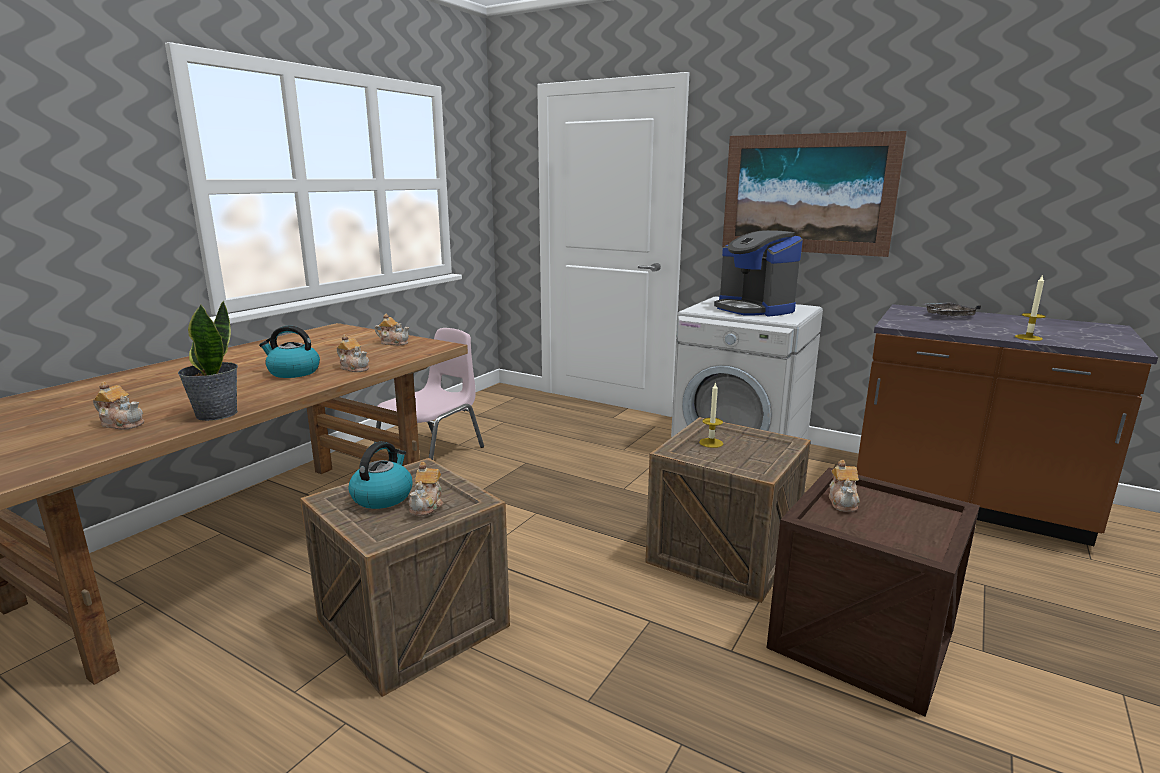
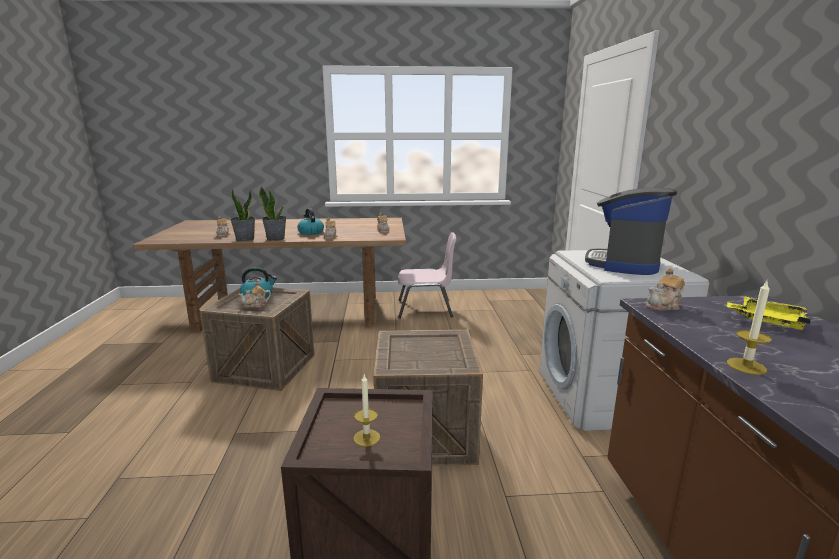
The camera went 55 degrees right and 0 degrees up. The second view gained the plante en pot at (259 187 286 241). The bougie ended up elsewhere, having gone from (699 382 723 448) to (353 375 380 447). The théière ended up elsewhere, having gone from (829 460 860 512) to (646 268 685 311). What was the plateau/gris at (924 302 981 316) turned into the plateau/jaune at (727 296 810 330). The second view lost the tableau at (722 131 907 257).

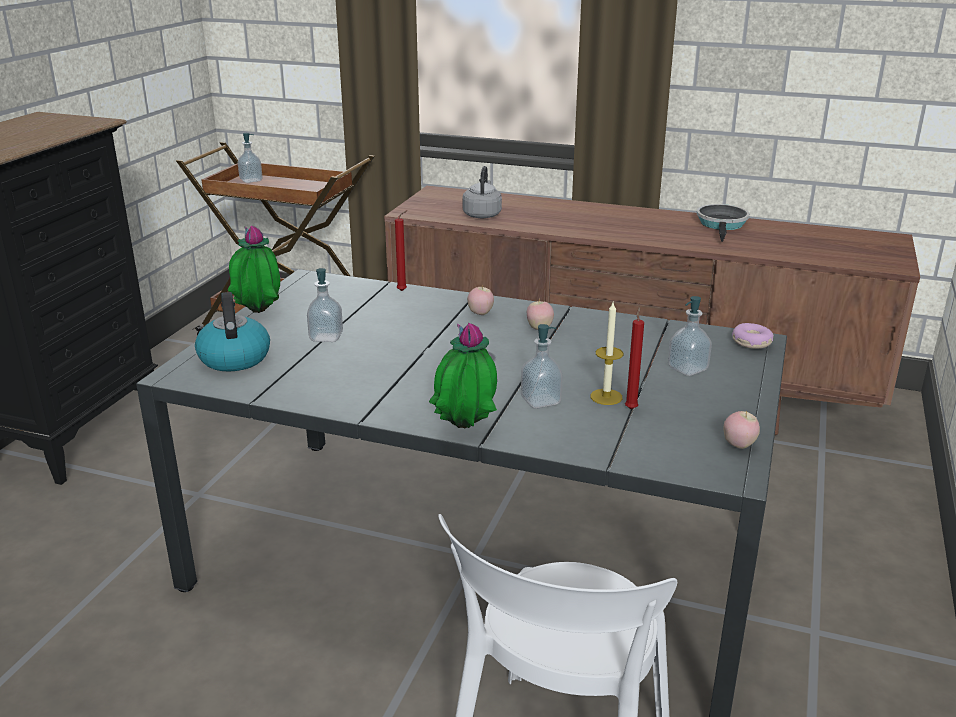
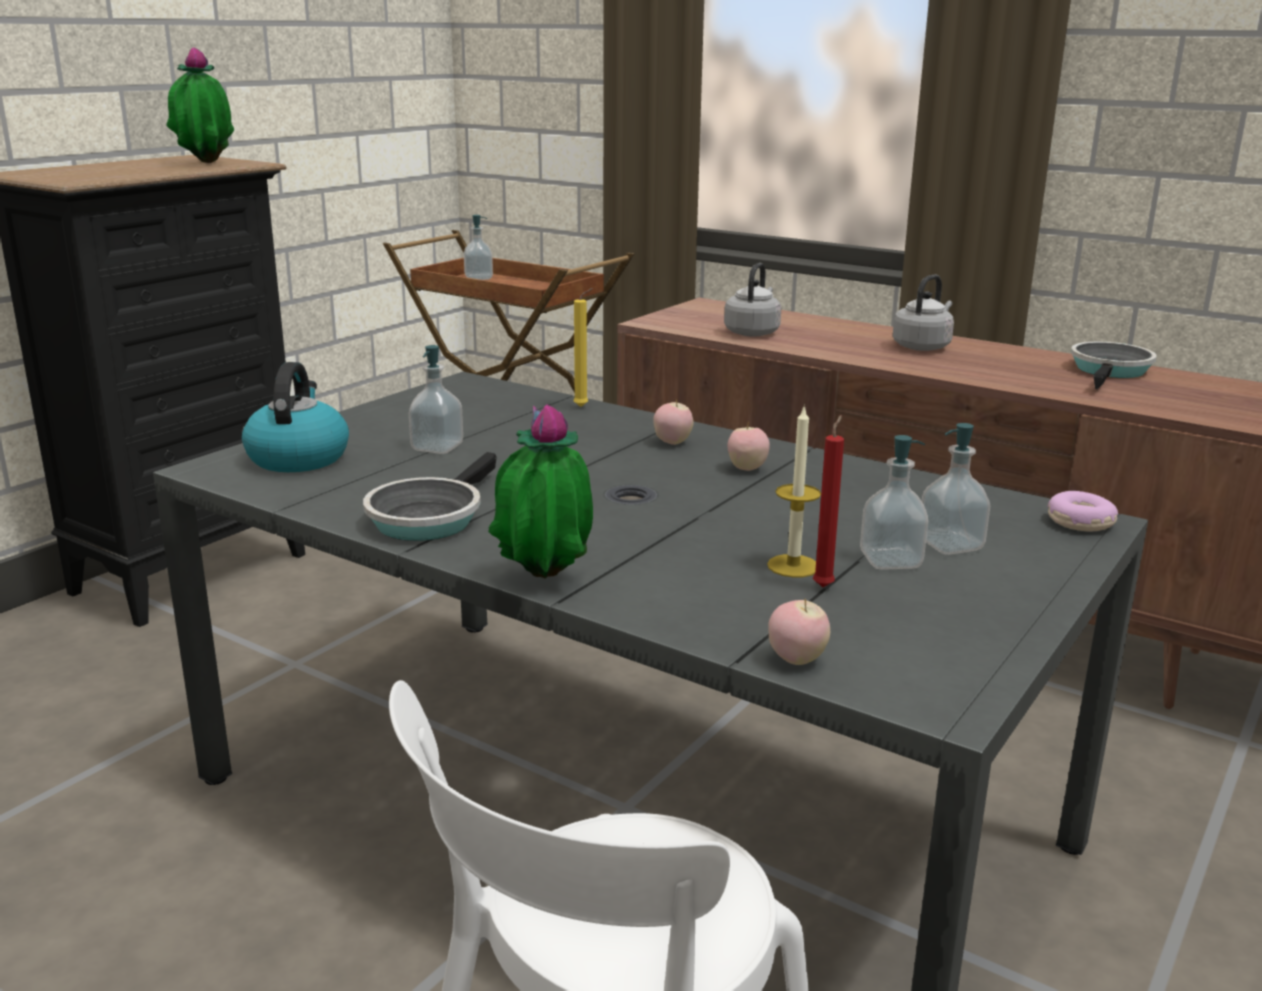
The camera went 15 degrees right and 5 degrees down. The plante en pot ended up elsewhere, having gone from (228 225 280 313) to (166 48 234 163). The second view gained the poêle at (363 452 497 541). What was the bougie/rouge at (395 210 407 291) turned into the bougie/jaune at (573 288 593 407). The pomme ended up elsewhere, having gone from (724 411 760 449) to (768 599 830 665). The distributeur de savon ended up elsewhere, having gone from (521 324 563 409) to (860 435 928 570). The second view gained the bouilloire/gris at (893 275 954 351).

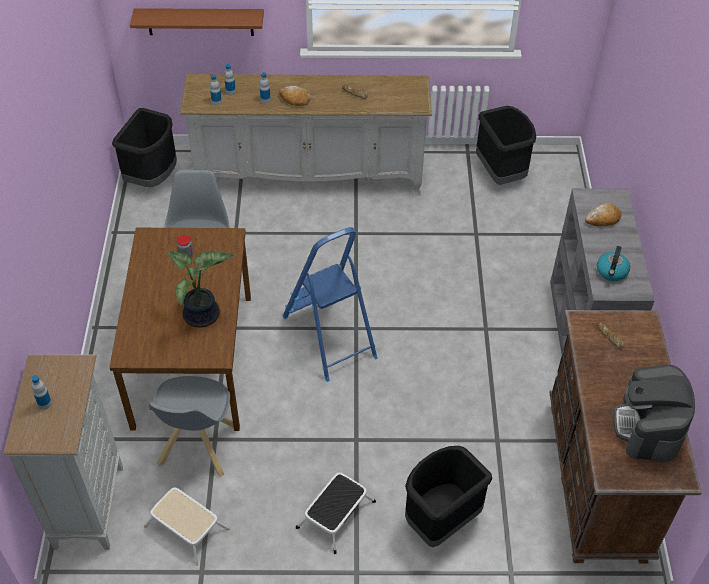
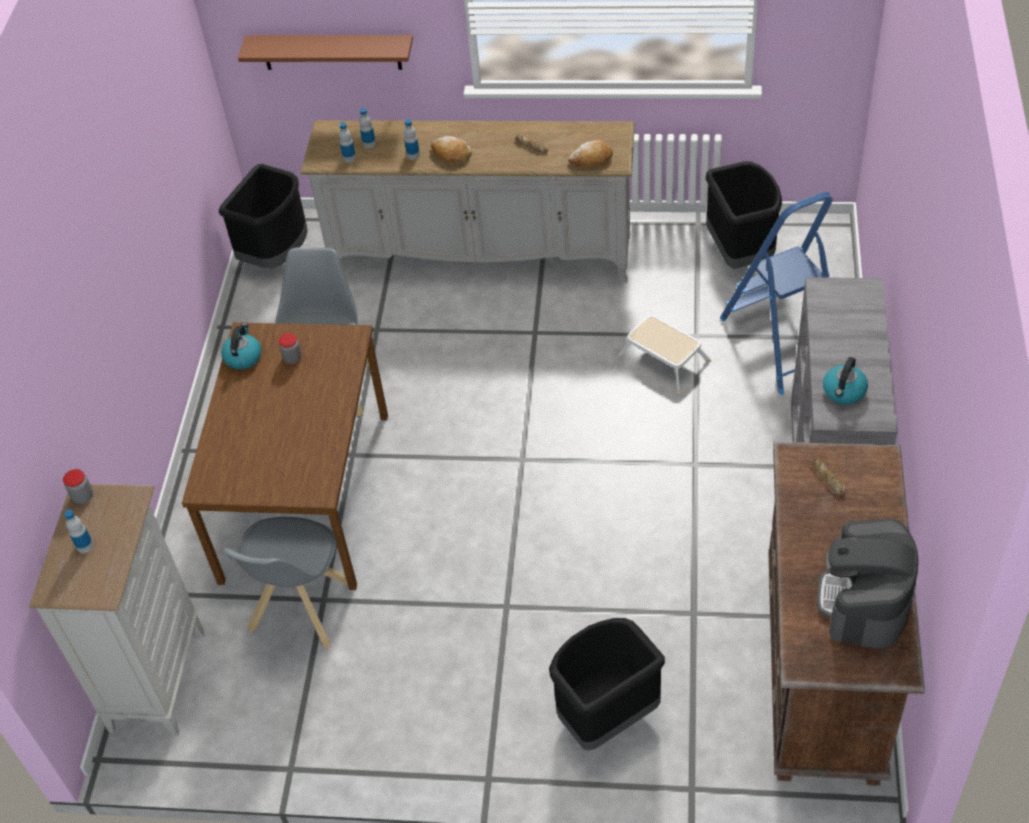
The camera went 10 degrees right and 0 degrees up. The second view gained the bocal at (63 469 93 504). The second view gained the bouilloire at (221 324 261 369). The pain ended up elsewhere, having gone from (585 203 622 227) to (568 140 613 167). The escabeau/beige ended up elsewhere, having gone from (144 487 230 566) to (616 315 711 394). The escabeau/bleu ended up elsewhere, having gone from (283 227 378 382) to (720 192 833 395). The second view lost the plante en pot at (167 250 236 328). The second view lost the escabeau/noir at (296 473 376 554).

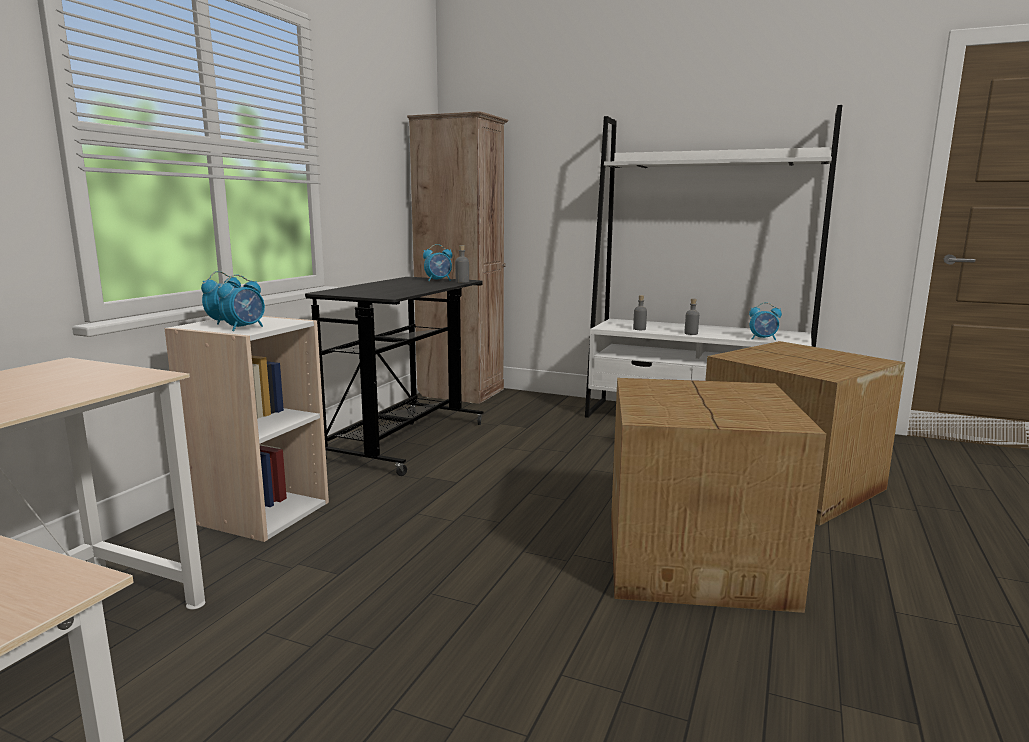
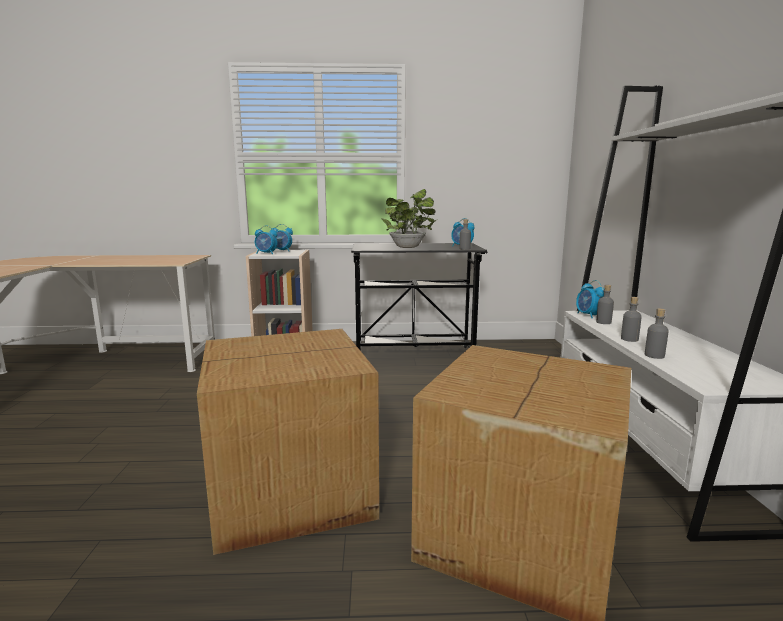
The camera went 65 degrees right and 0 degrees up. The second view gained the plante en pot at (381 189 438 248). The réveil ended up elsewhere, having gone from (749 302 782 340) to (576 280 605 318). The second view gained the bouteille/gris at (645 309 669 359). The second view lost the meuble de rangement/marron at (407 112 509 404).

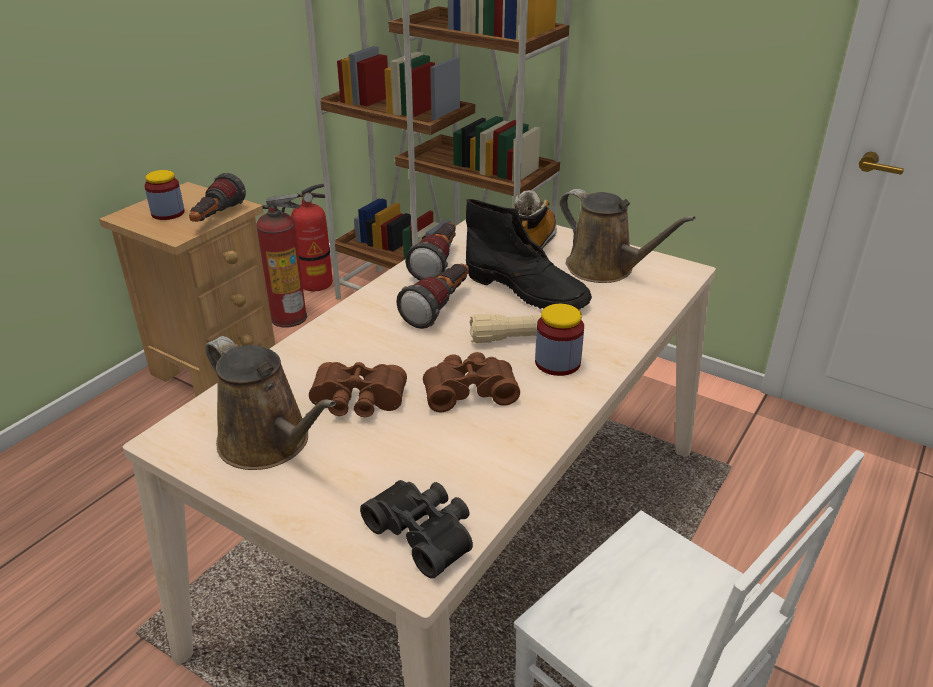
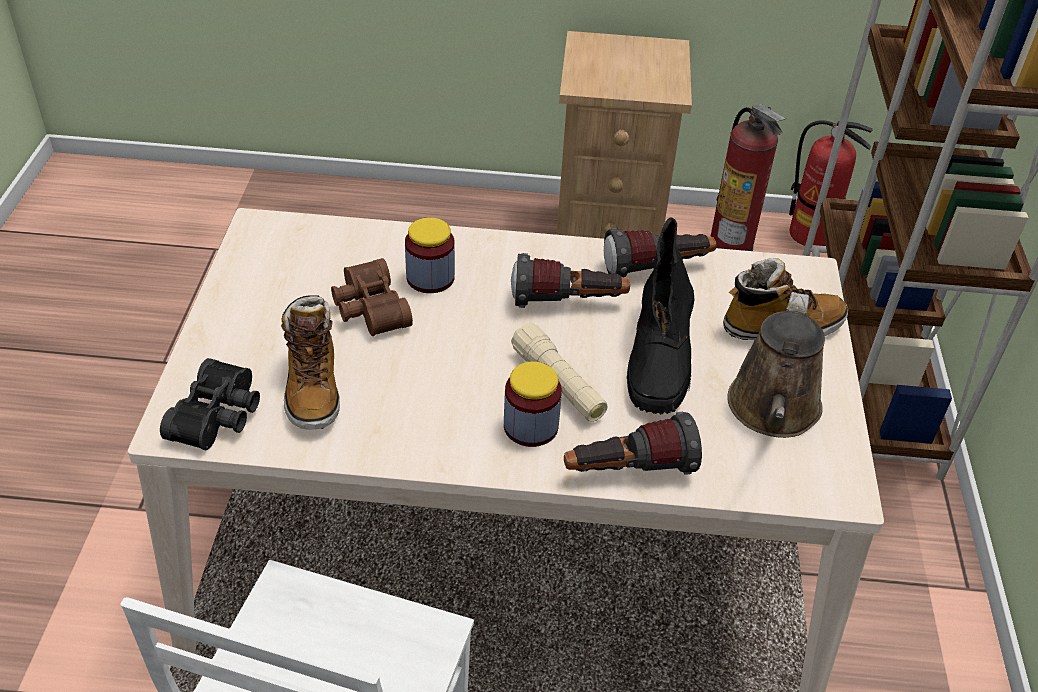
The camera went 60 degrees right and 10 degrees up. The second view gained the botte at (281 295 340 430). The bocal ended up elsewhere, having gone from (144 170 185 220) to (405 217 455 293). The lampe de poche ended up elsewhere, having gone from (189 173 246 222) to (564 412 702 475). The second view lost the arrosoir/marron at (205 336 336 470). The second view lost the jumelles/marron at (423 352 520 412).

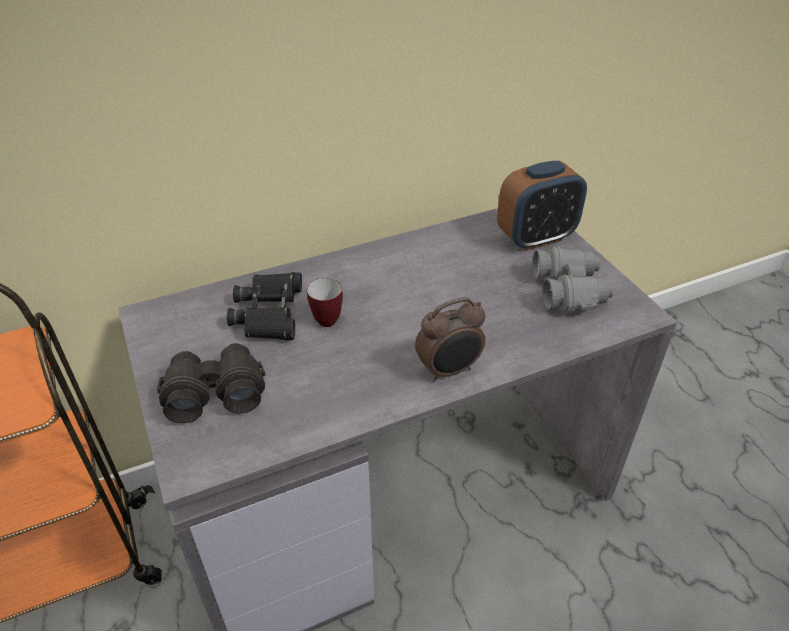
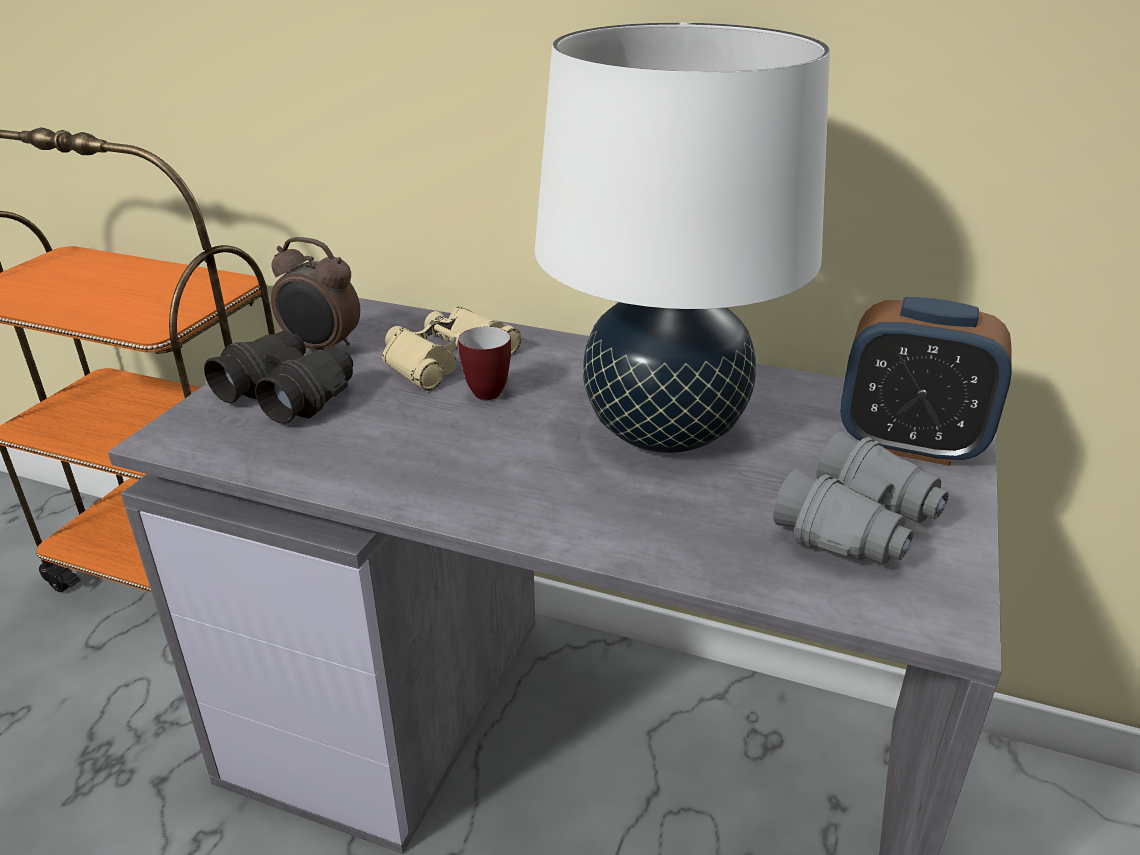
The camera went 45 degrees right and 10 degrees down. The réveil ended up elsewhere, having gone from (415 297 485 382) to (271 237 360 350). What was the jumelles/noir at (227 272 302 340) turned into the jumelles/beige at (382 306 521 391). The second view gained the lampe de table/blanc at (535 23 830 453).

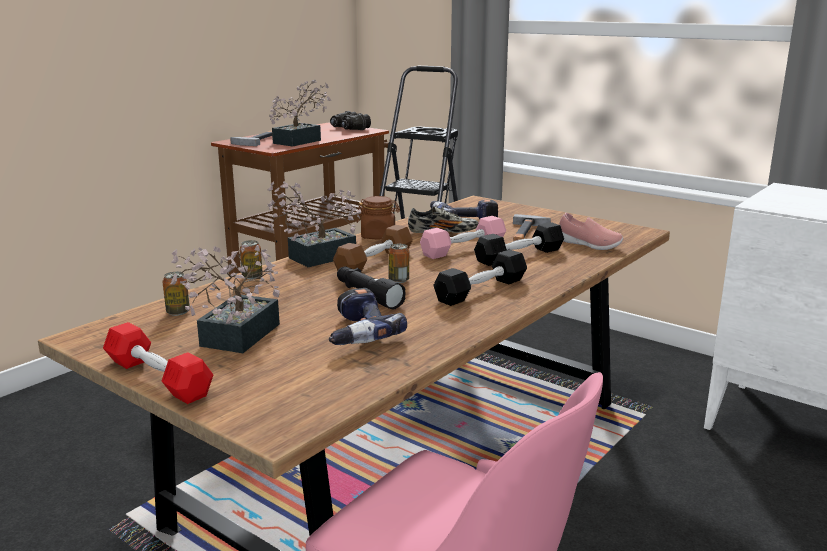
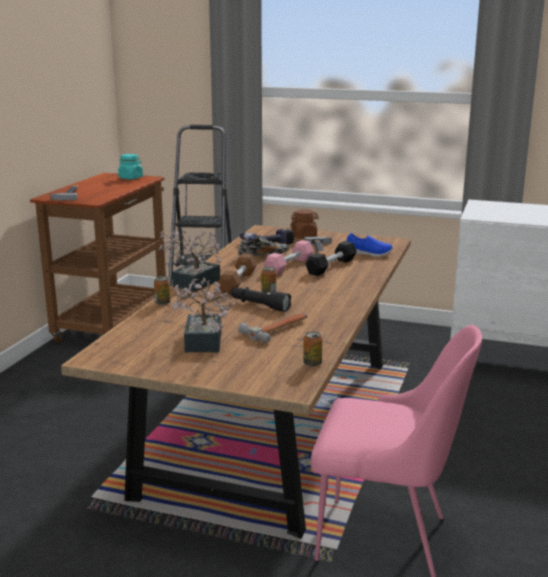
The camera went 20 degrees left and 0 degrees up. Where the jumelles/noir stood at (330 111 371 130), the bocal/turquoise came to stand at (118 154 143 179). Where the perceuse stood at (329 288 407 345), the marteau came to stand at (238 313 308 343). The bocal/marron ended up elsewhere, having gone from (357 196 400 239) to (290 209 319 239). The boîte métallique ended up elsewhere, having gone from (162 272 190 316) to (303 331 322 367). What was the chaussure/rose at (559 213 624 250) turned into the chaussure/bleu at (346 233 393 257). The second view lost the haltère/rouge at (103 322 213 404). The second view lost the plante en pot at (269 80 331 147). The second view lost the haltère/noir at (433 250 527 306).

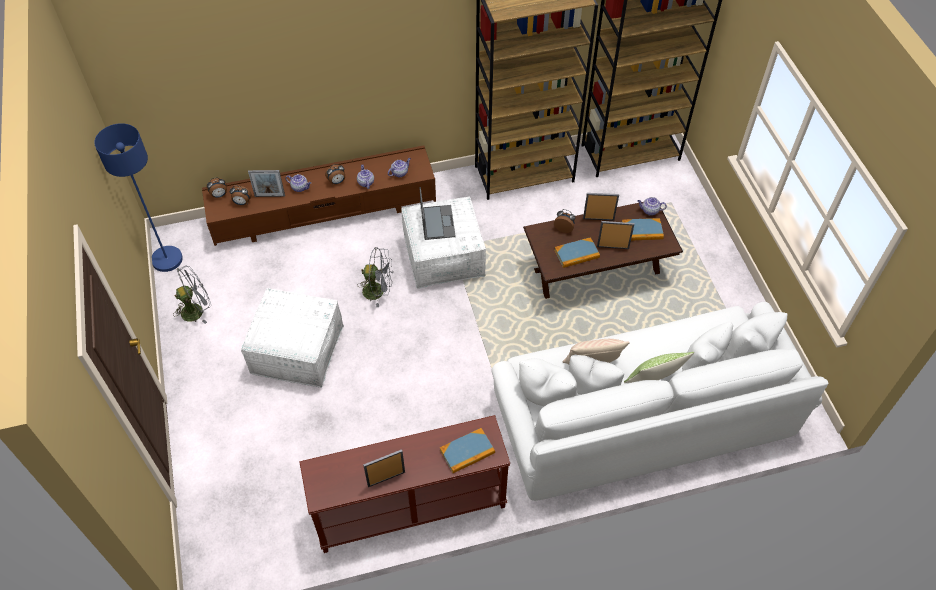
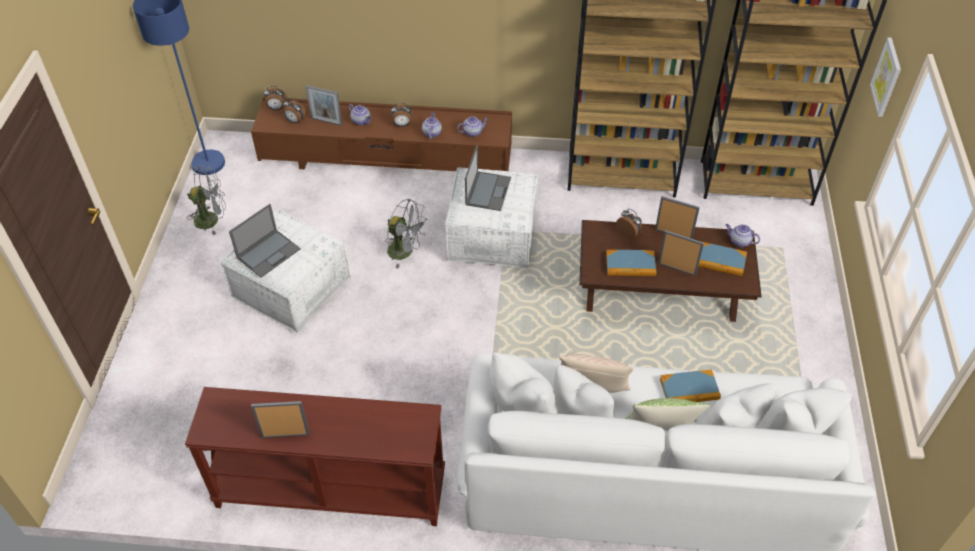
The camera went 20 degrees right and 5 degrees down. The second view gained the ordinateur portable at (229 204 301 278). The livre ended up elsewhere, having gone from (440 428 495 473) to (660 369 721 402). The second view gained the tableau at (870 37 901 117).

